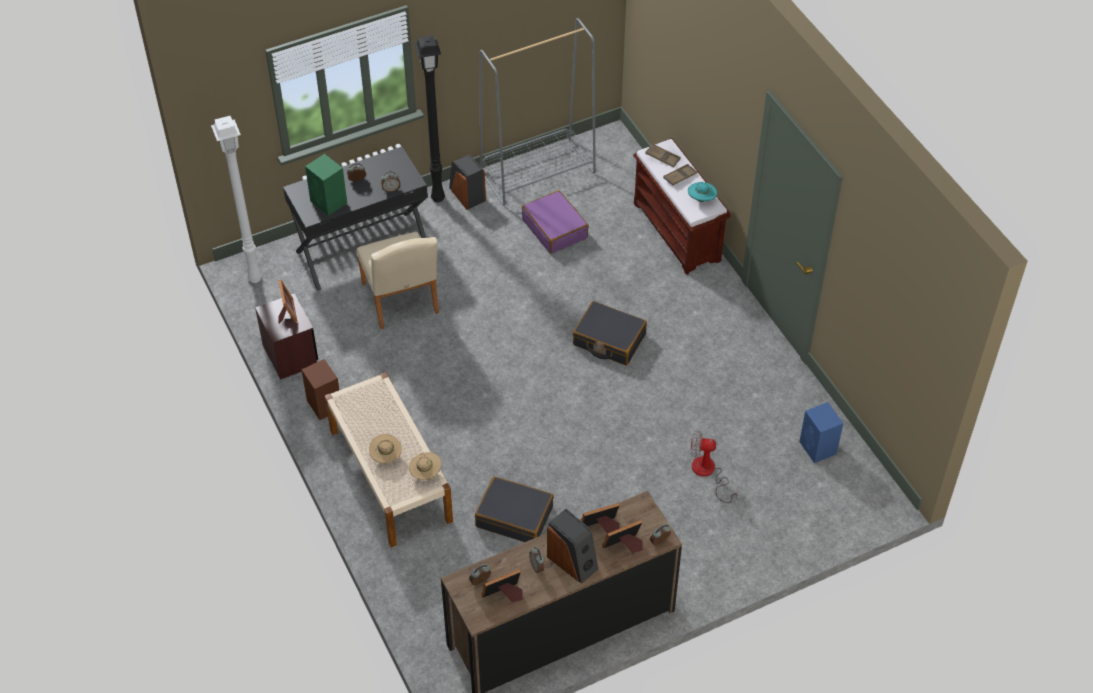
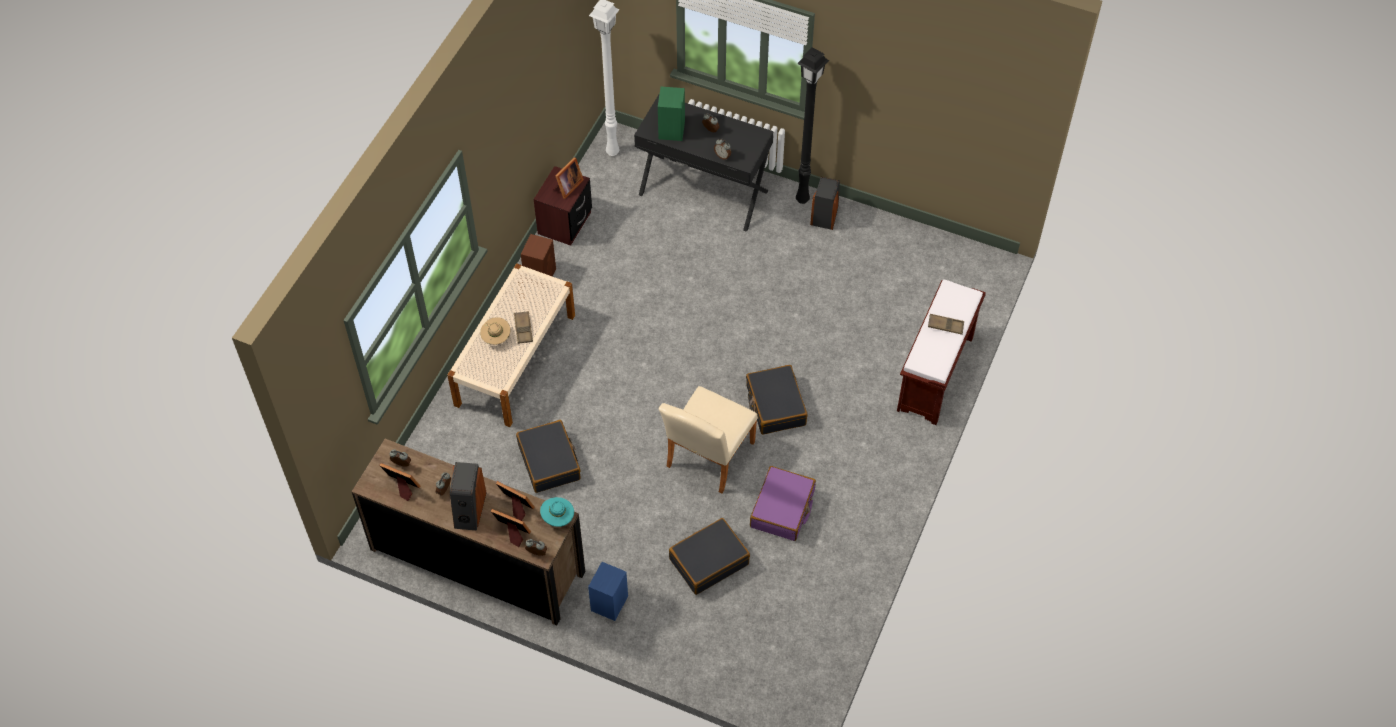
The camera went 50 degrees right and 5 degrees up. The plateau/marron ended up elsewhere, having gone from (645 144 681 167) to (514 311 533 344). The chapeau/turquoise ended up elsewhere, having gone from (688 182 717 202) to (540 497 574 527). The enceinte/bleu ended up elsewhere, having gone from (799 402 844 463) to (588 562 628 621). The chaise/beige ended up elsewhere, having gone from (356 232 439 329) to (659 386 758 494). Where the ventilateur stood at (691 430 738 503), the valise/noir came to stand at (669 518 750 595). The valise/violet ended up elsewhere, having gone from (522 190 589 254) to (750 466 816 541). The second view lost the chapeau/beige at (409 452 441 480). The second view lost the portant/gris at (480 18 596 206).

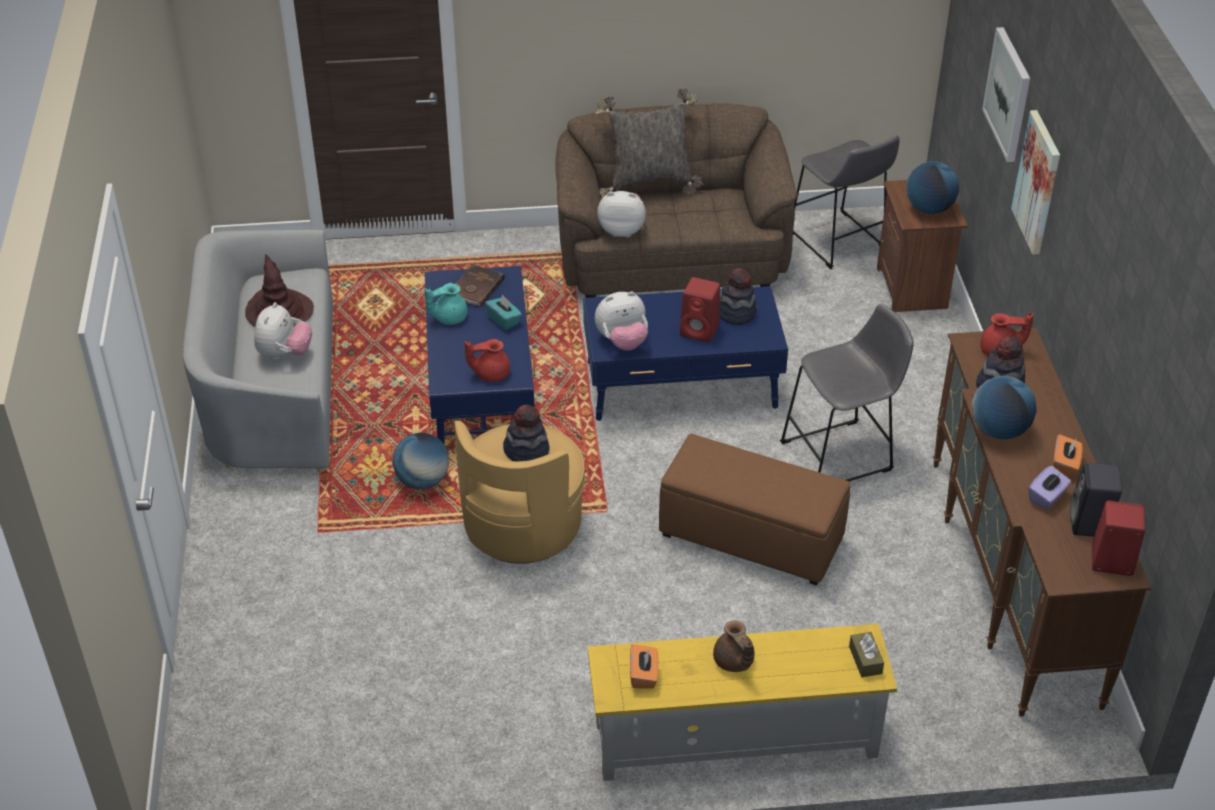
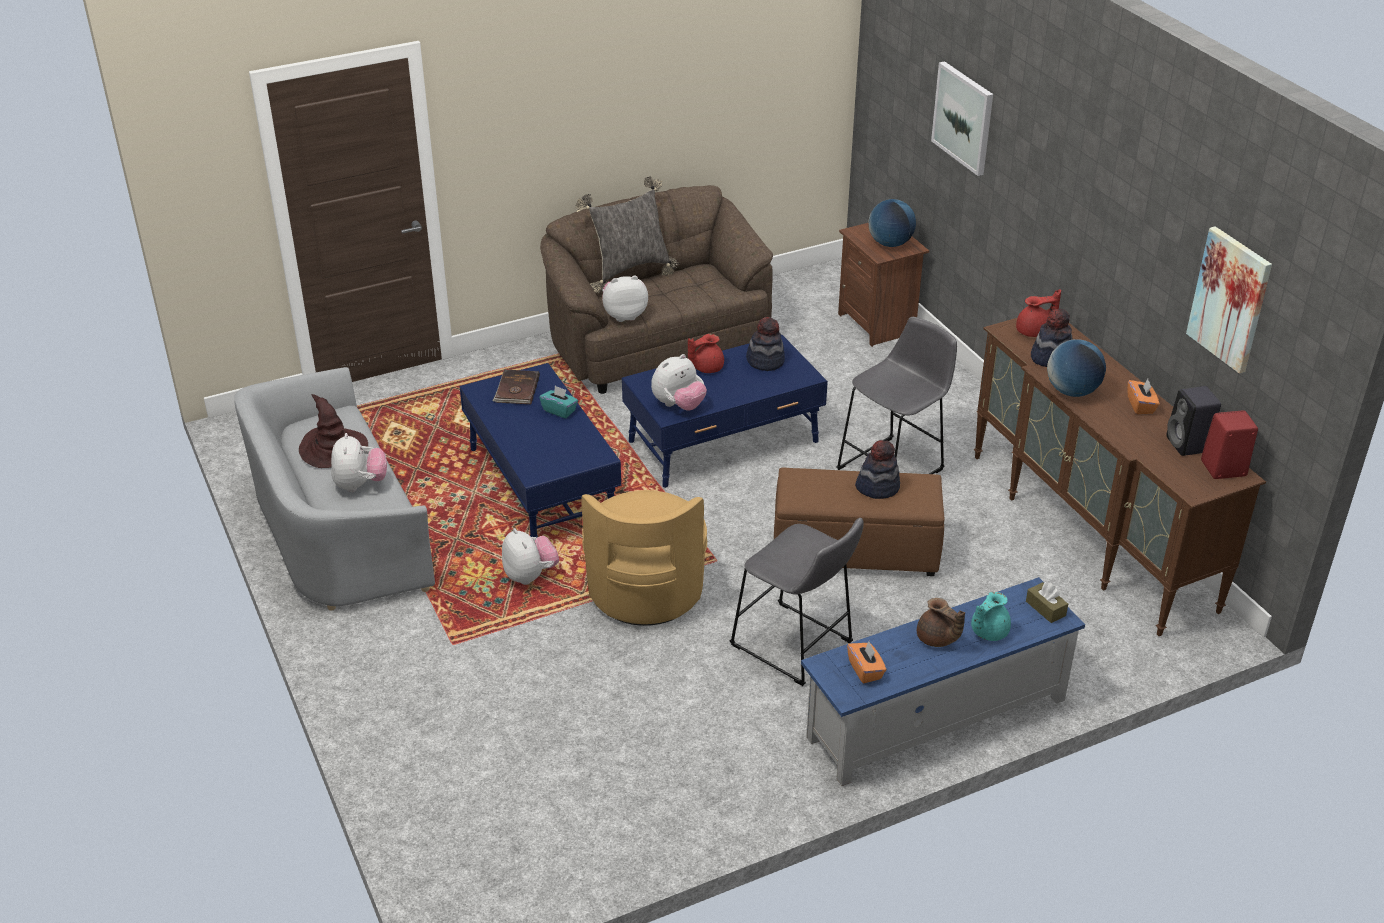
The camera went 20 degrees left and 5 degrees down. Where the globe stood at (393 433 449 489), the peluche came to stand at (502 528 559 585). The théière/rouge ended up elsewhere, having gone from (465 339 510 382) to (688 334 724 373). The tabouret/gris ended up elsewhere, having gone from (793 135 899 269) to (730 518 864 686). What was the meuble télé/jaune at (588 624 897 781) turned into the meuble télé/bleu at (801 577 1085 786). The chapeau ended up elsewhere, having gone from (503 405 550 461) to (855 440 900 499). The théière/turquoise ended up elsewhere, having gone from (424 283 468 325) to (971 592 1011 641). The tableau ended up elsewhere, having gone from (1011 110 1060 255) to (1186 226 1272 374). The second view lost the enceinte/rouge at (680 277 720 342). The second view lost the boîte à mouchoirs/violet at (1029 466 1071 510).

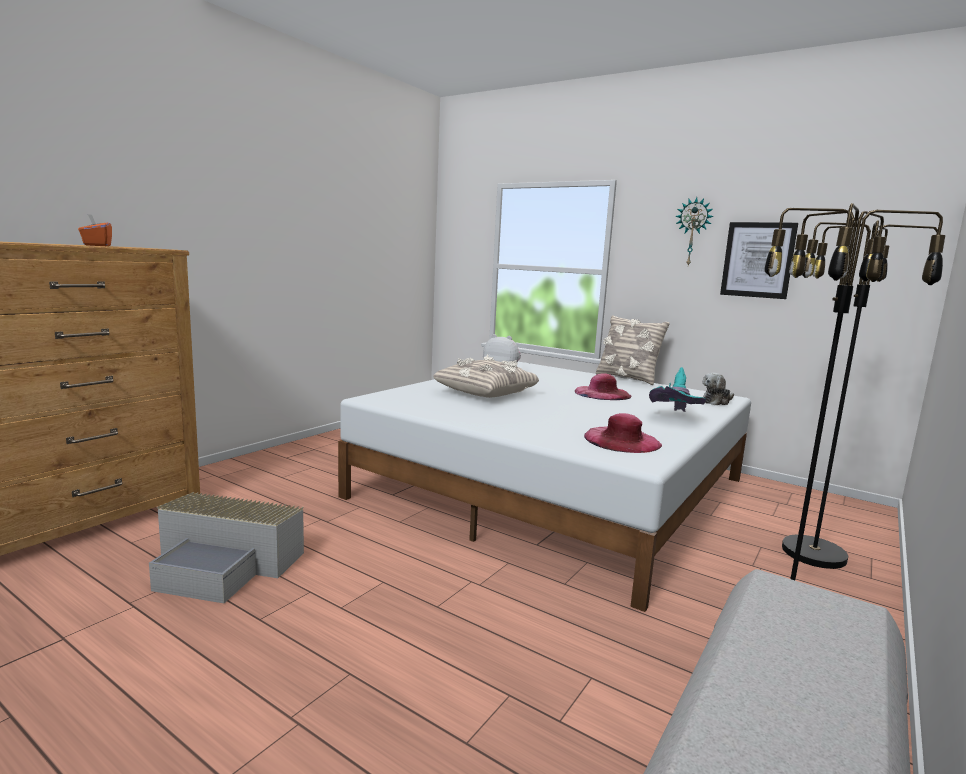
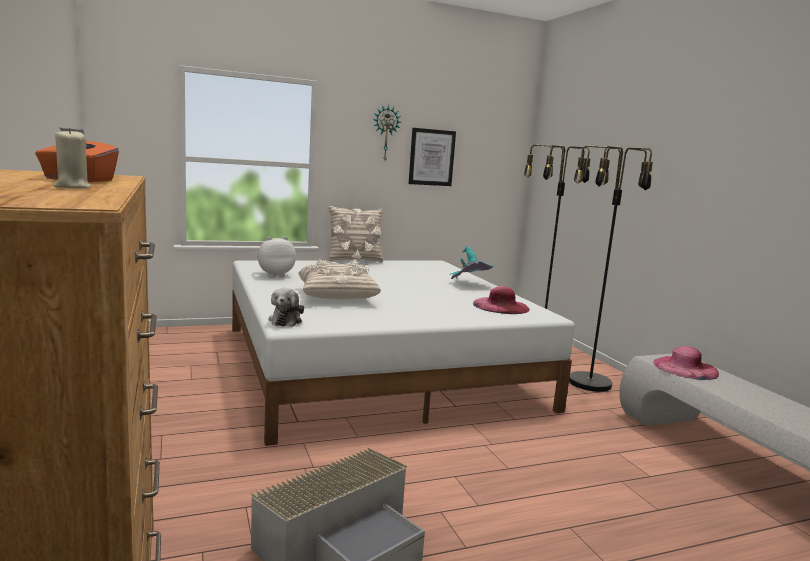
The camera went 55 degrees left and 0 degrees up. The second view gained the bougie/beige at (53 128 91 189). The peluche ended up elsewhere, having gone from (702 373 734 405) to (269 288 304 327). The chapeau/rose ended up elsewhere, having gone from (575 373 631 400) to (653 346 719 380).

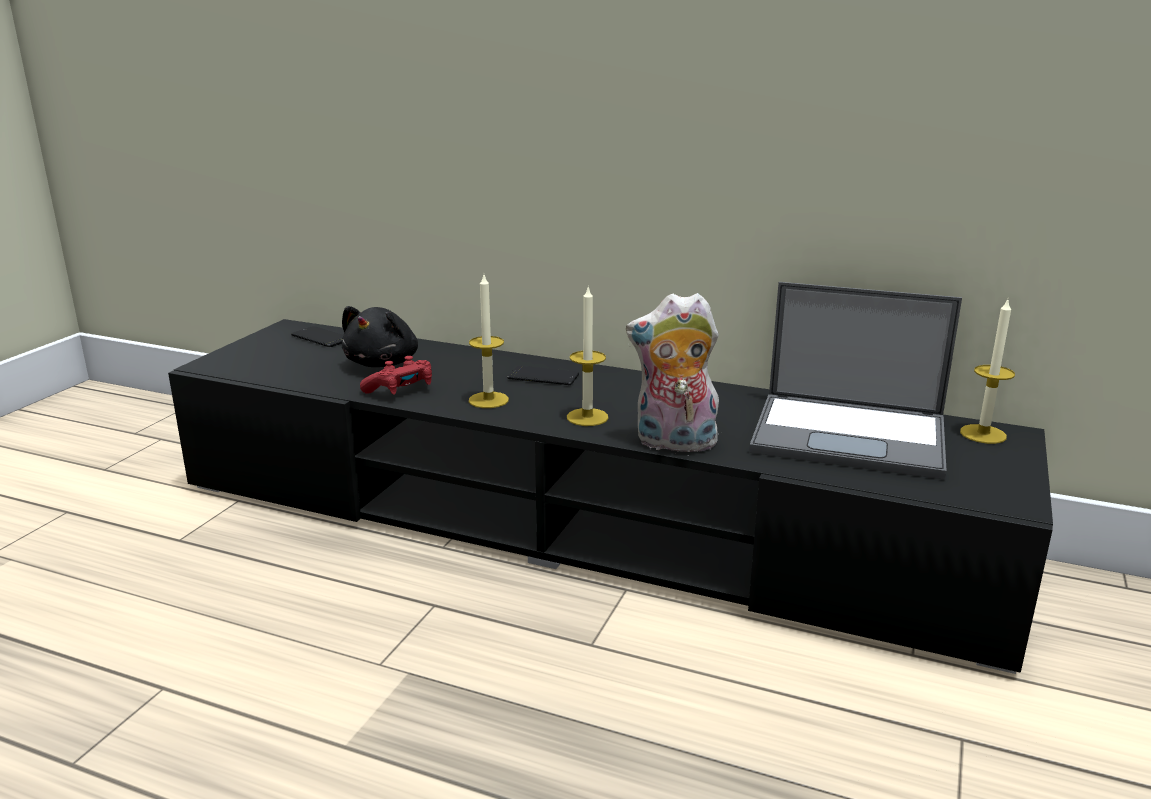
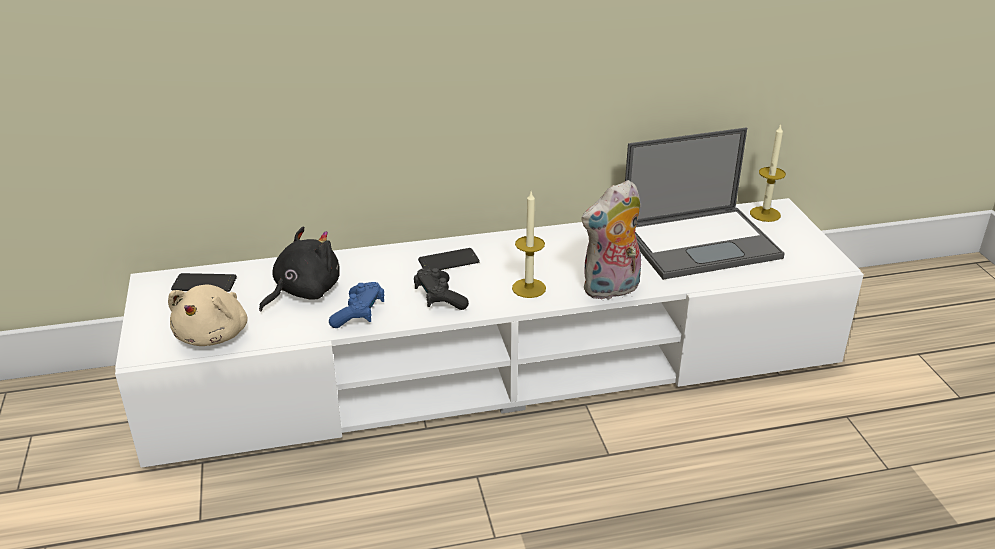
The camera went 35 degrees left and 10 degrees up. What was the meuble télé/noir at (168 319 1053 674) turned into the meuble télé/blanc at (115 198 864 468). The second view gained the peluche/beige at (168 285 247 346). The peluche/noir at (342 306 418 367) ended up facing another way, 120 degrees counterclockwise from before. What was the manette/rouge at (360 356 432 395) turned into the manette/bleu at (329 282 384 328). Where the bougie stood at (469 275 509 408), the manette/noir came to stand at (414 268 469 310).

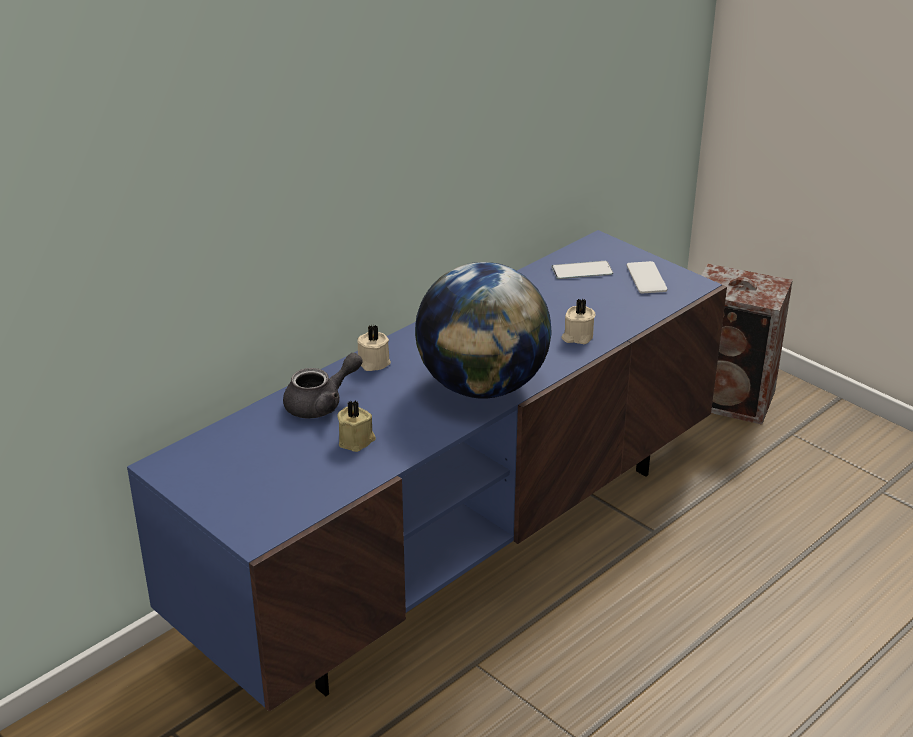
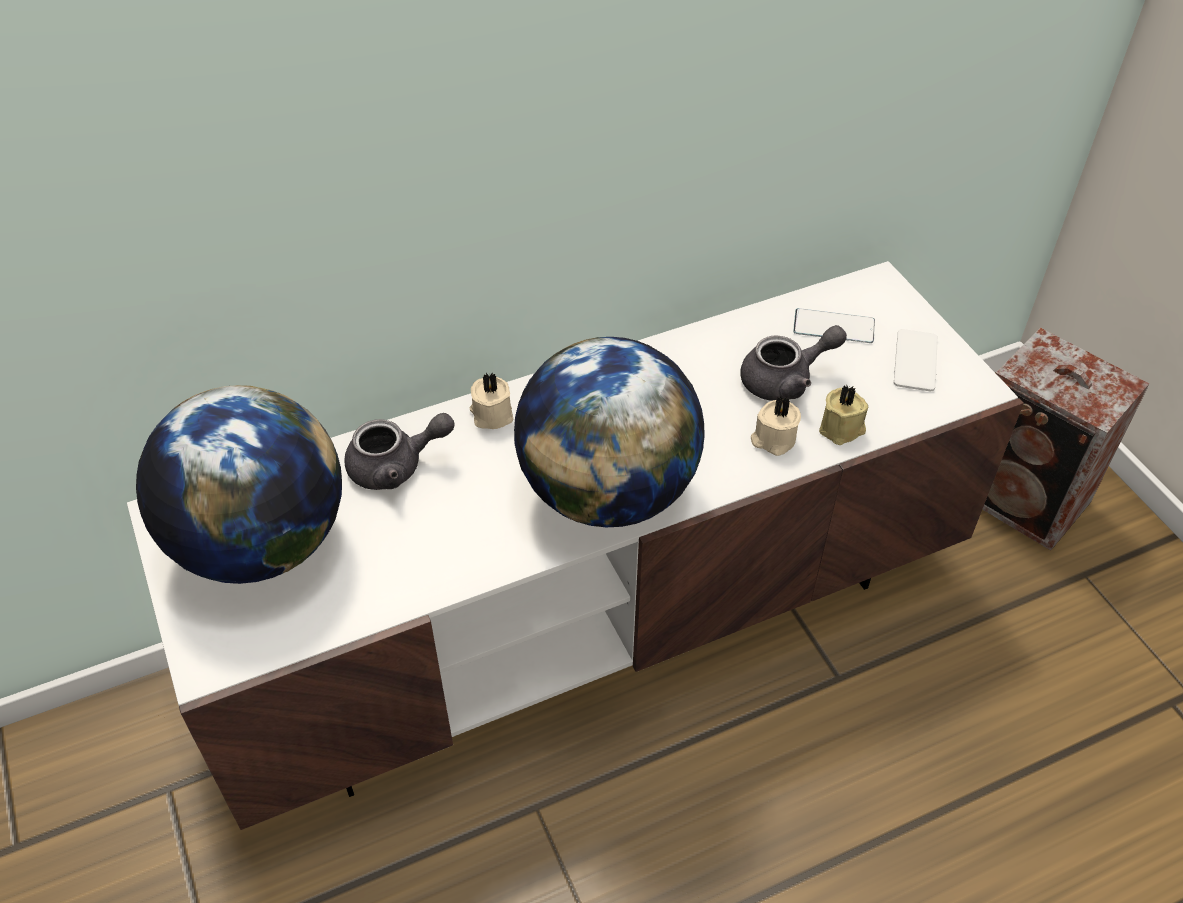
The camera went 20 degrees right and 15 degrees up. What was the meuble télé/bleu at (127 230 727 711) turned into the meuble télé/blanc at (127 261 1024 830). The second view gained the globe at (136 385 342 584). The second view gained the théière/gris at (740 325 847 401). The bougie/beige ended up elsewhere, having gone from (337 400 376 452) to (819 386 868 445).

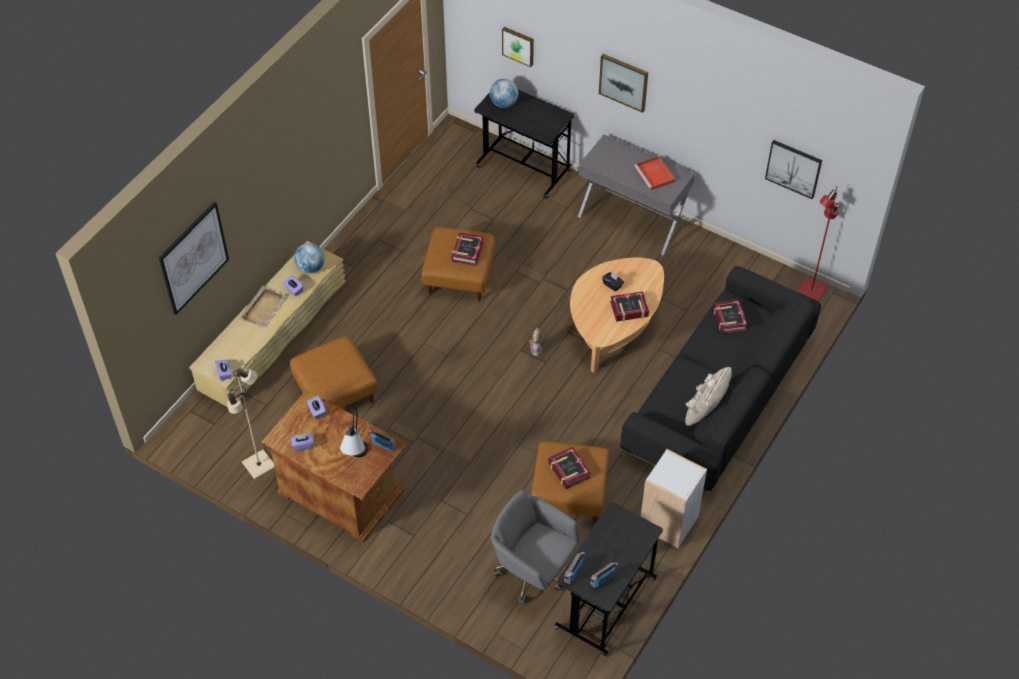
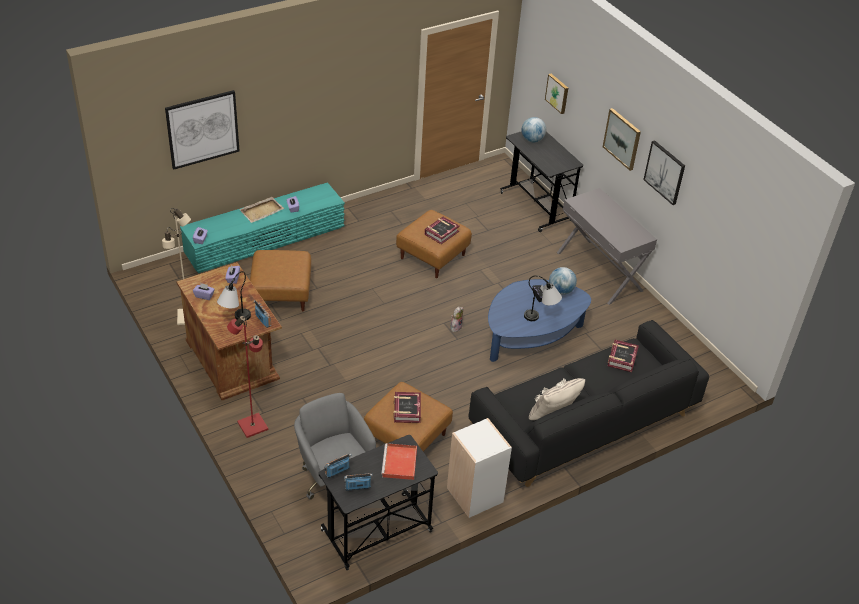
The camera went 25 degrees right and 10 degrees down. What was the meuble télé/beige at (189 241 346 407) turned into the meuble télé/turquoise at (180 182 345 273). The lampadaire/rouge ended up elsewhere, having gone from (797 186 840 302) to (227 315 268 438). The plateau/rouge ended up elsewhere, having gone from (635 156 675 190) to (381 443 417 480). What was the table basse/beige at (570 257 664 372) turned into the table basse/bleu at (488 279 591 362). Where the livre stood at (610 291 649 322), the lampe de table came to stand at (524 275 562 321). The globe ended up elsewhere, having gone from (294 243 325 273) to (549 267 577 295). The tableau ended up elsewhere, having gone from (765 140 822 199) to (643 140 685 205).

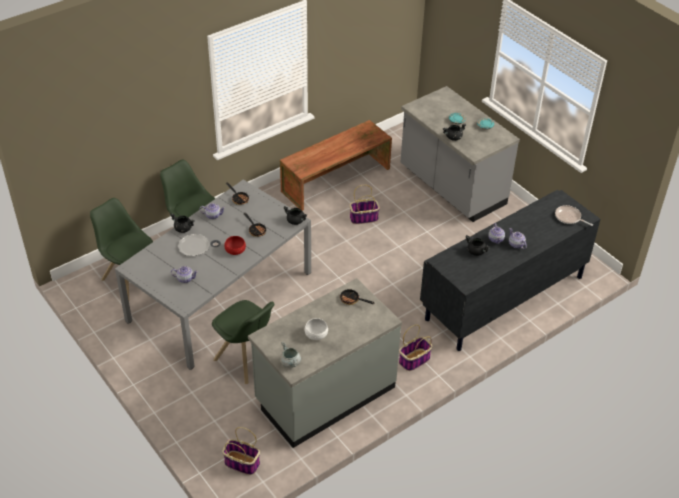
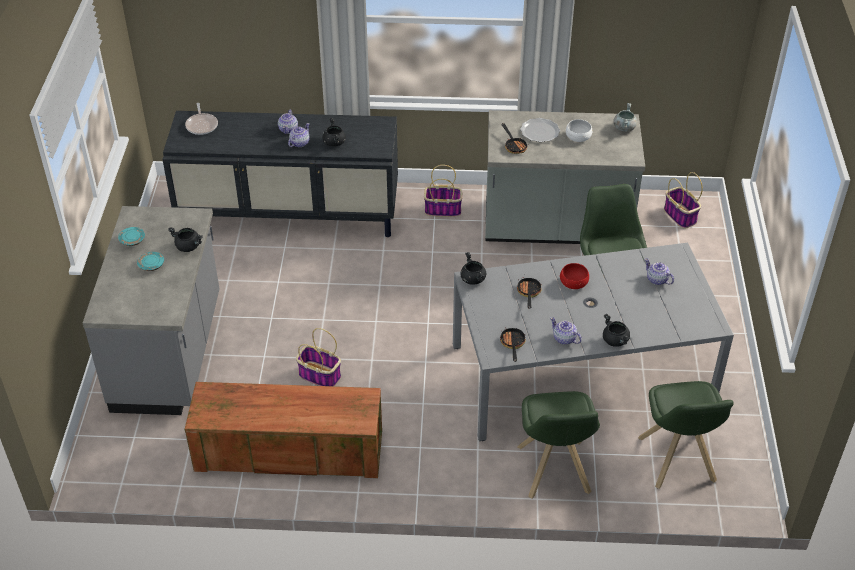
The camera went 140 degrees left and 0 degrees up. The assiette ended up elsewhere, having gone from (178 234 210 256) to (520 118 560 142).

